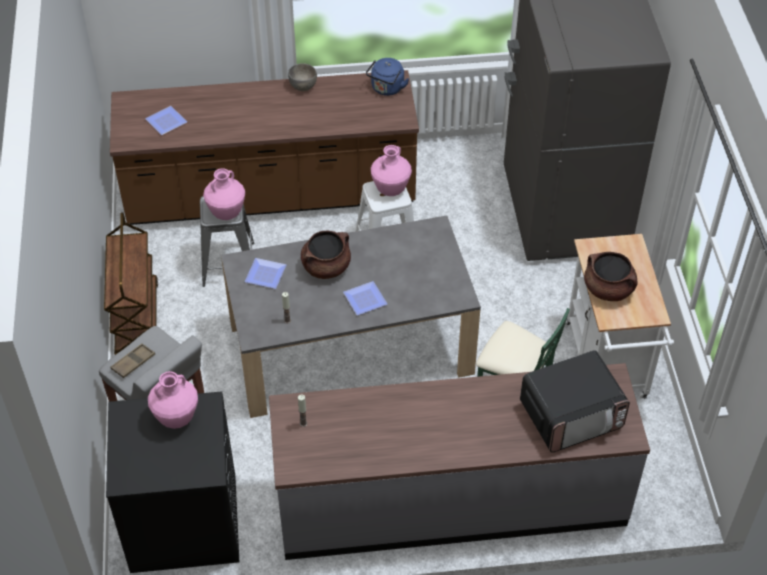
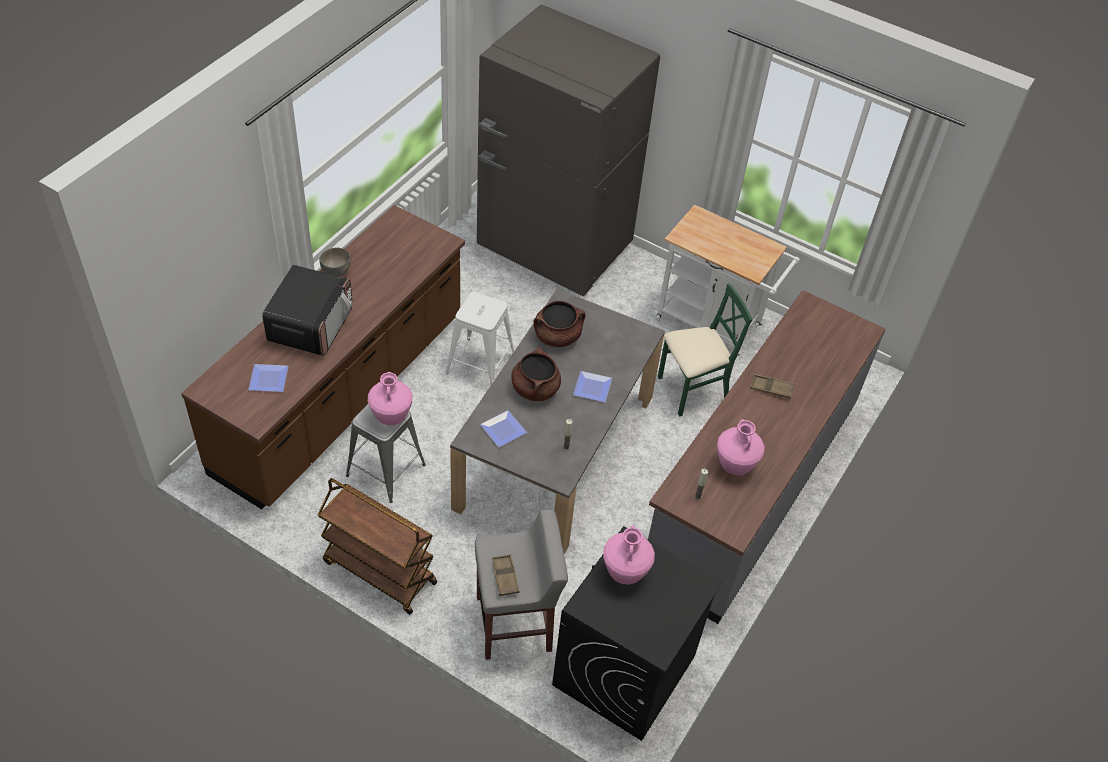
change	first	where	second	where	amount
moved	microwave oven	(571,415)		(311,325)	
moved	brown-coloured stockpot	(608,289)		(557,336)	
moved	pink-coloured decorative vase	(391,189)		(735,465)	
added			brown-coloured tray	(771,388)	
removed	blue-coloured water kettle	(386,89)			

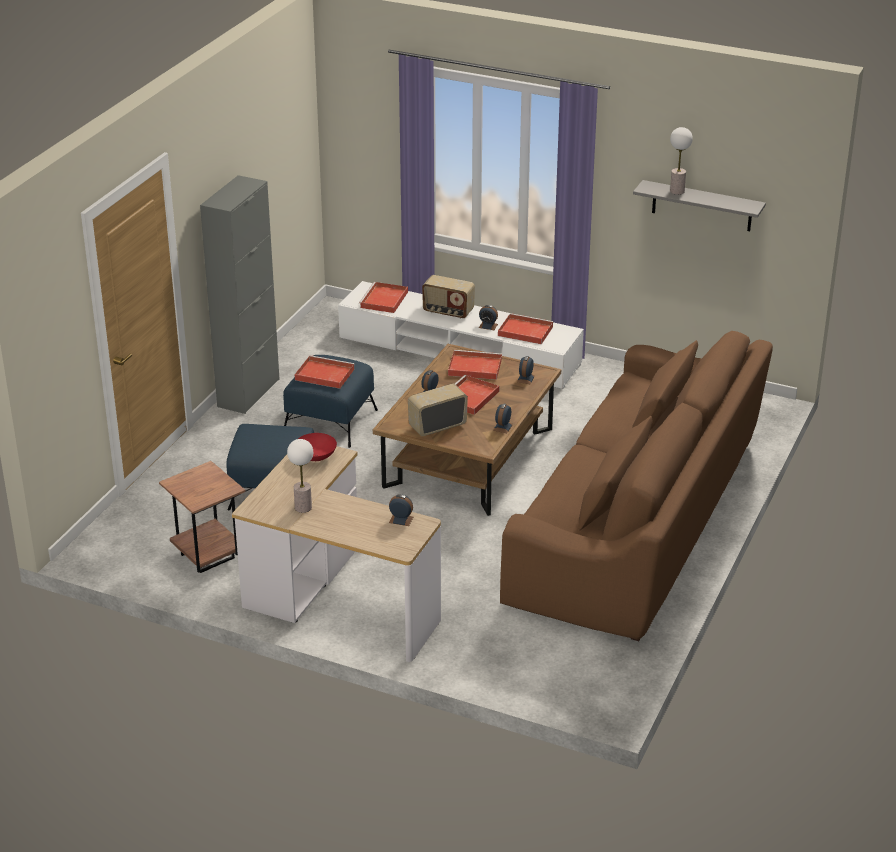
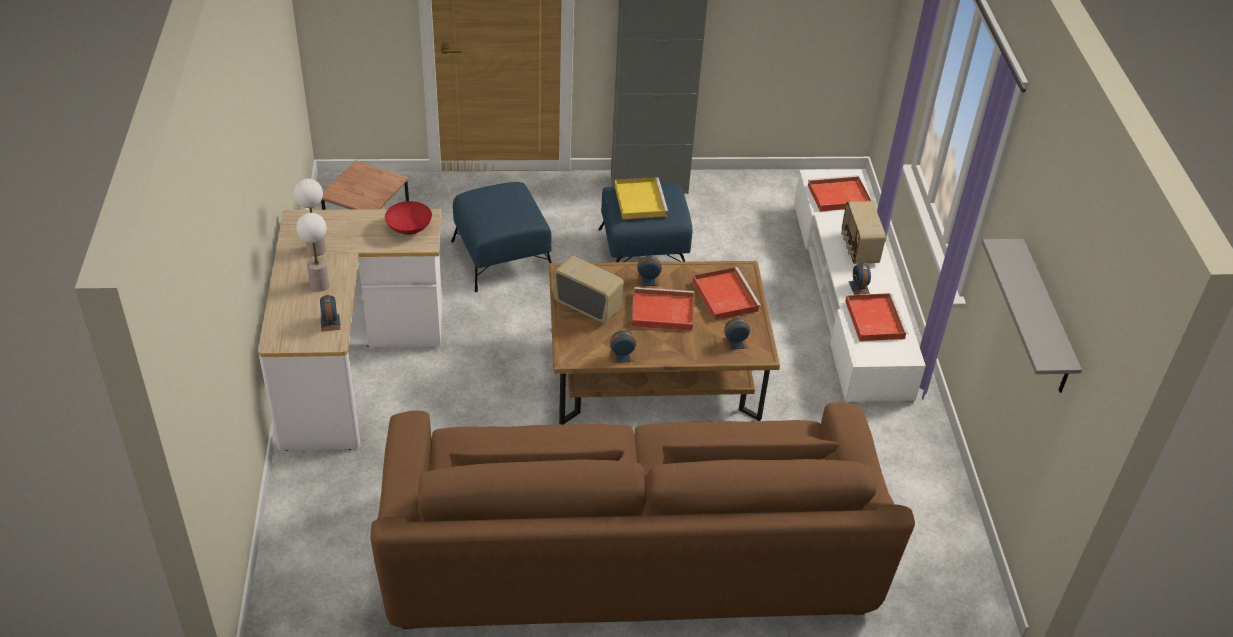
change	first	where	second	where	amount
moved	lamp for a table	(677,191)		(319,285)	
recoloured	red-coloured tray	(323,374)	yellowish tray	(639,200)	

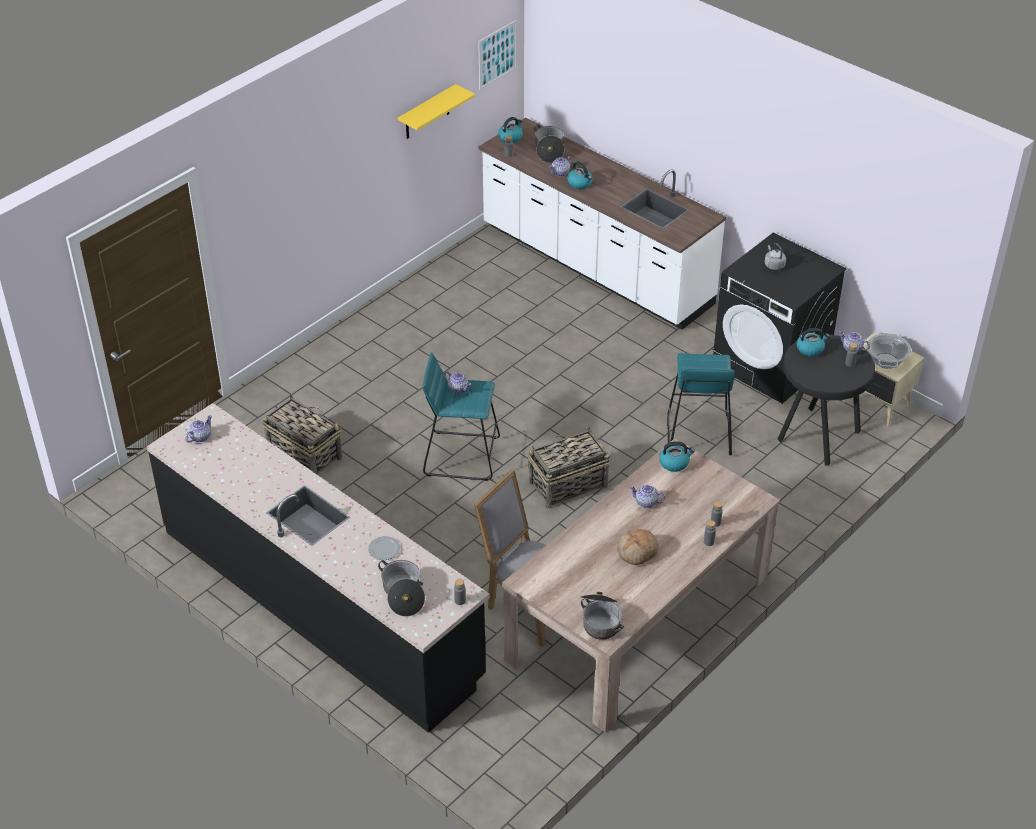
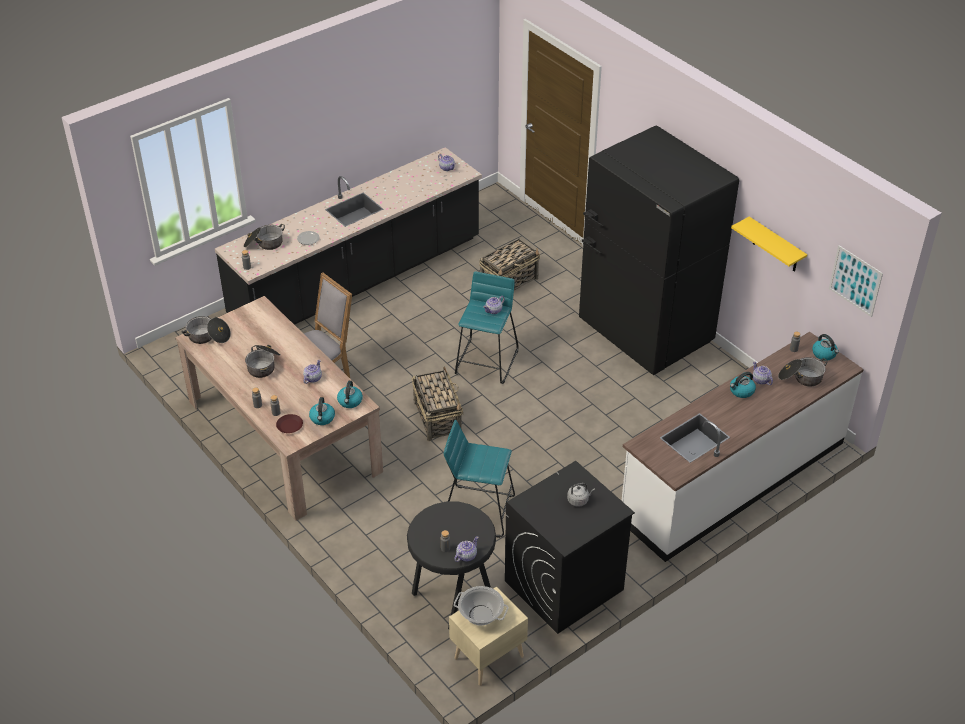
change	first	where	second	where	amount
replaced	bread	(637,552)	stockpot	(264,365)	
added			brown-coloured flat dish	(289,426)	
moved	water kettle	(810,349)		(322,418)	
added			black kitchen fridge	(645,332)	

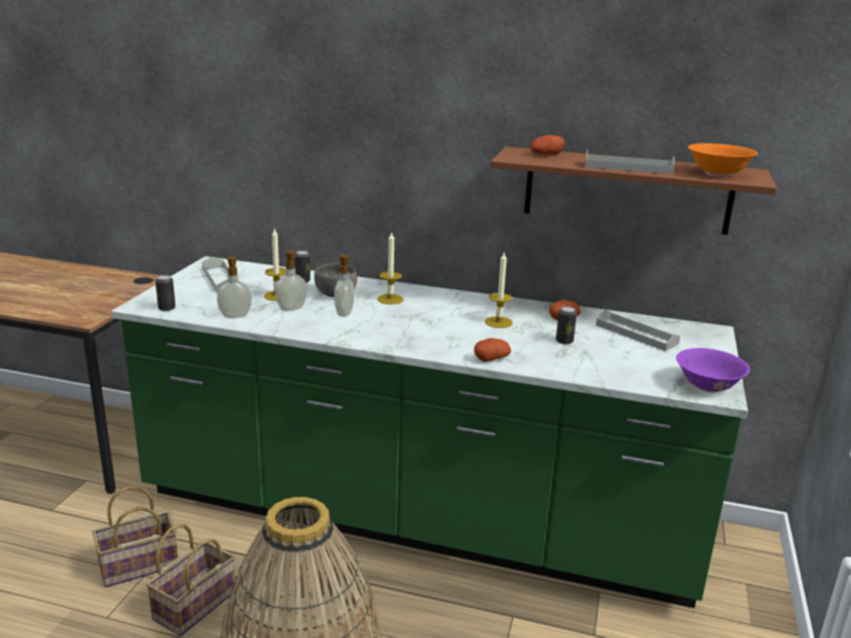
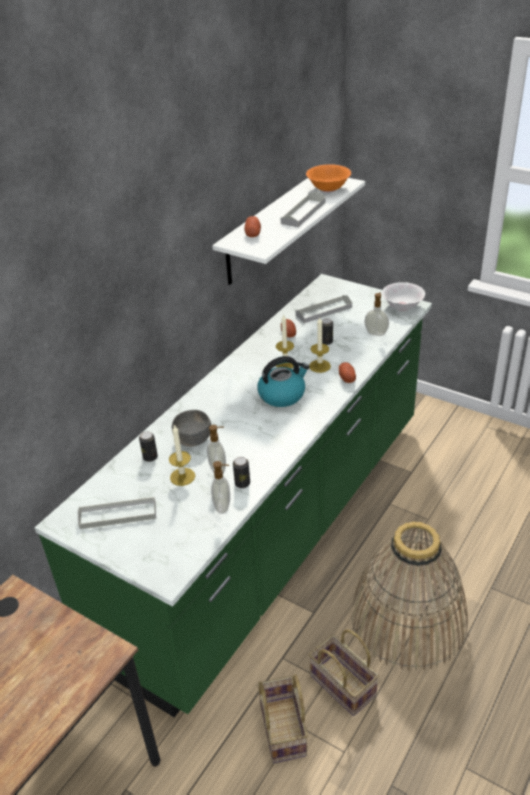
change	first	where	second	where	amount
recoloured	brown-coloured bracket shelf	(627,190)	whitish bracket shelf	(269,228)	
moved	metal can	(166,308)		(242,483)	
added			water kettle	(282,395)	
moved	wax candle	(390,299)		(320,366)	
moved	liquid soap bottle	(345,313)		(376,333)	
recoloured	purple-coloured serving bowl	(708,386)	whitish serving bowl	(402,306)	

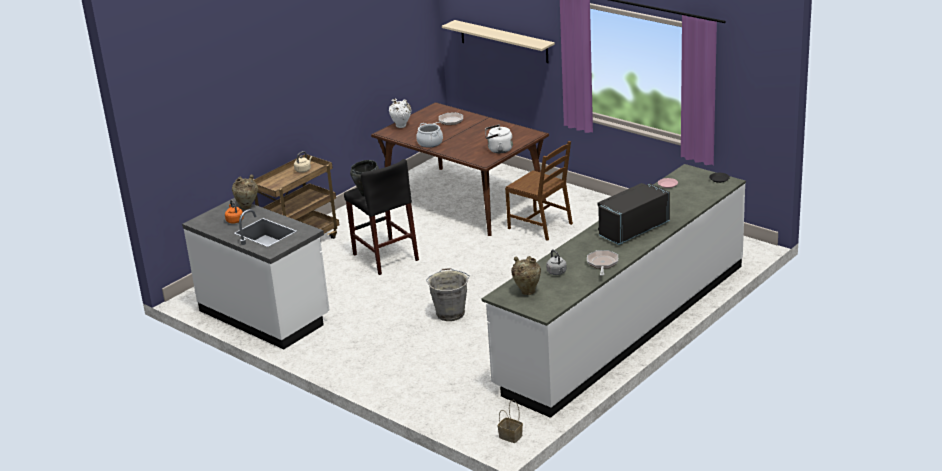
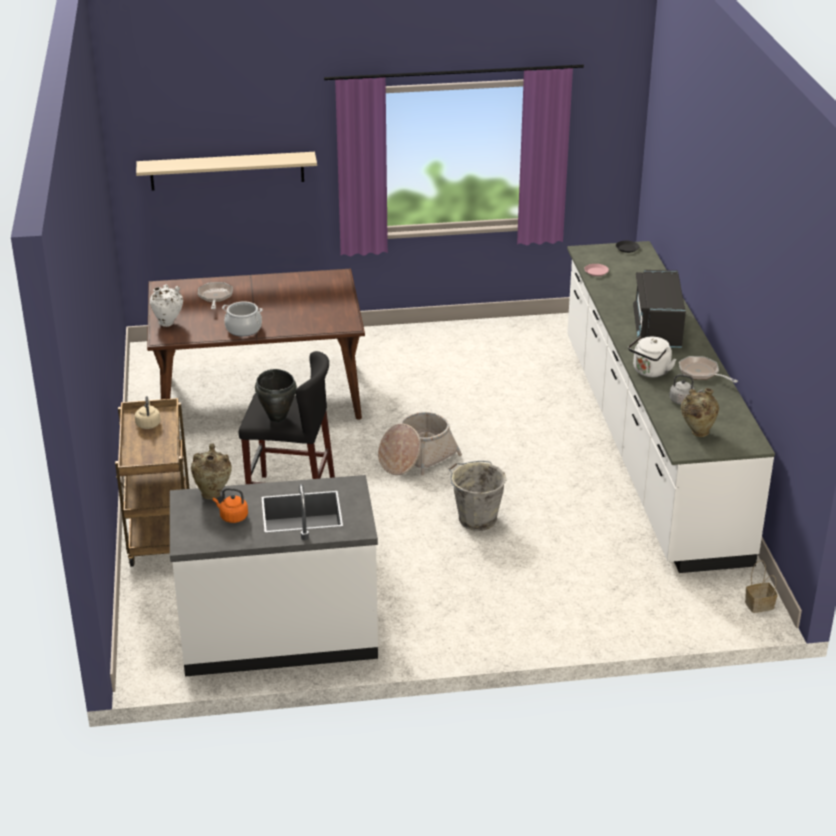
change	first	where	second	where	amount
added			basket	(416,458)	
moved	whitish water kettle	(498,150)		(650,372)	
removed	brown-coloured chair	(541,226)			

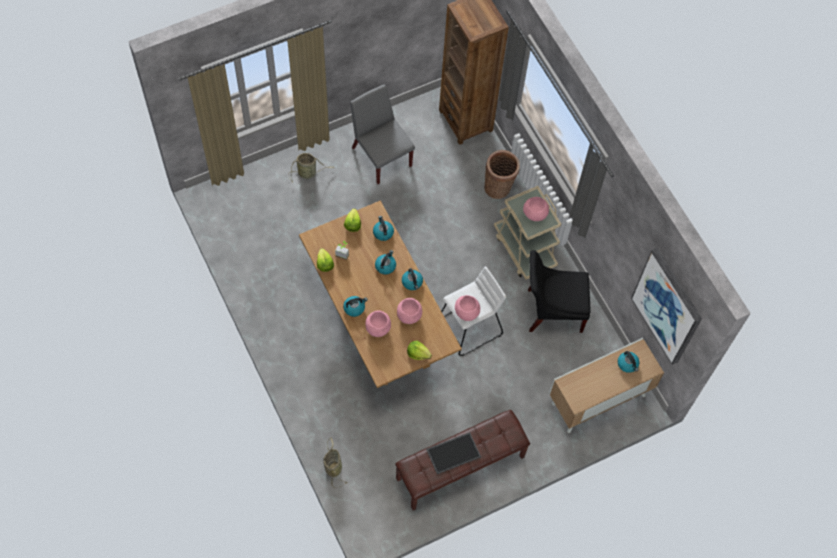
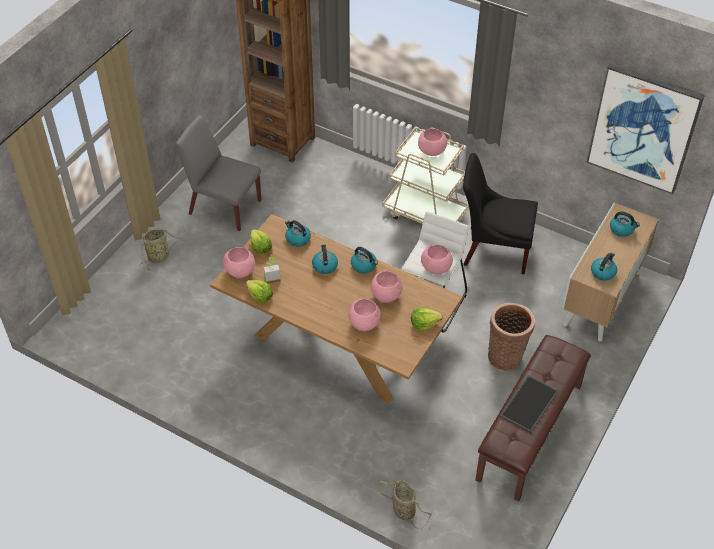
change	first	where	second	where	amount
added			pink-coloured serving bowl	(240,271)	
turned	black chair	(551,310)		(493,249)	45 degrees clockwise
moved	basket	(499,187)		(506,355)	
moved	water kettle	(354,308)		(603,272)	

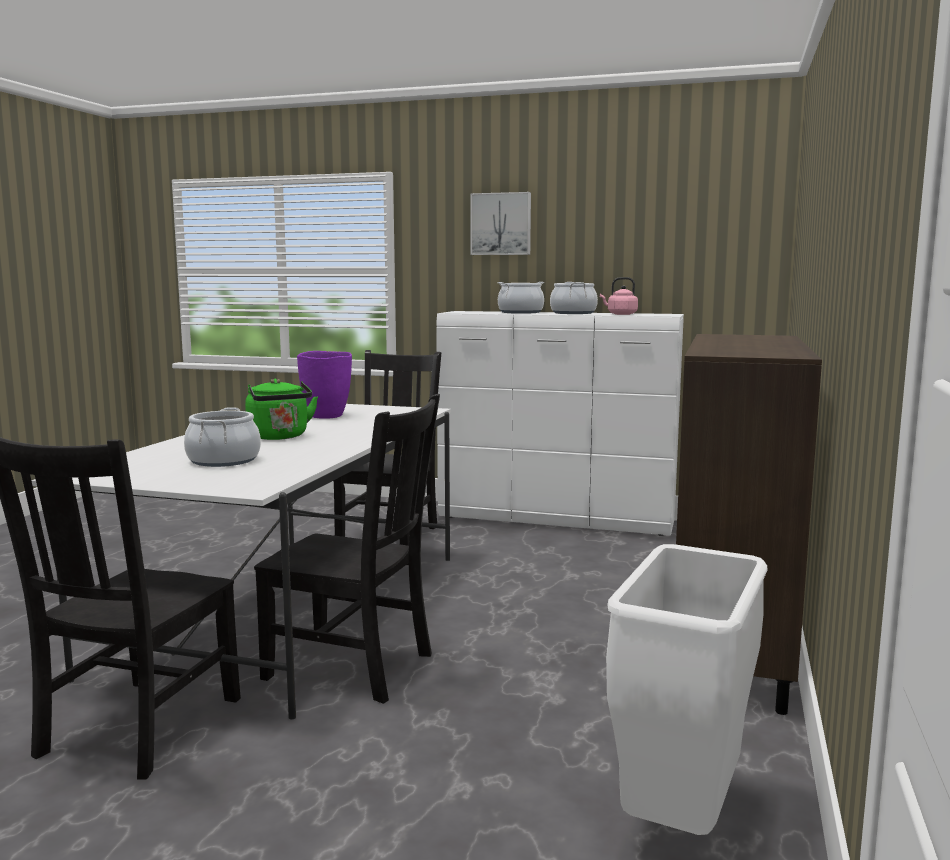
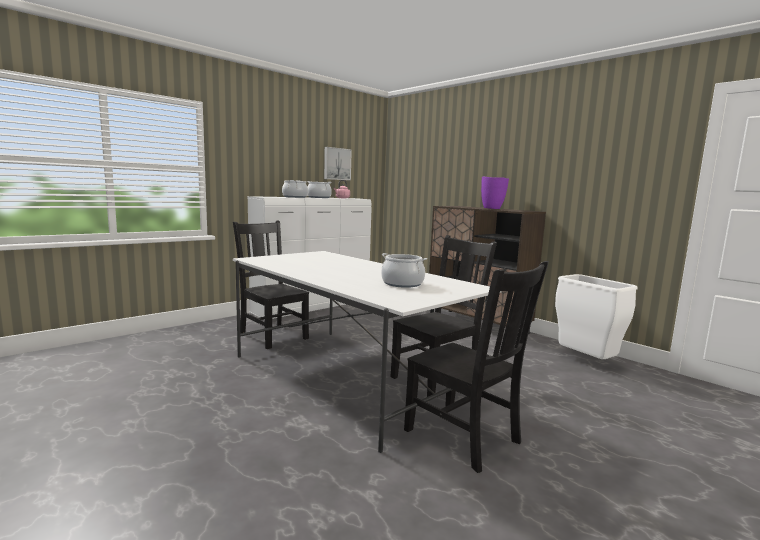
change	first	where	second	where	amount
moved	wall picture	(501,224)		(336,164)	
moved	purple-coloured decorative vase	(326,416)		(492,208)	
removed	green water kettle	(279,437)			

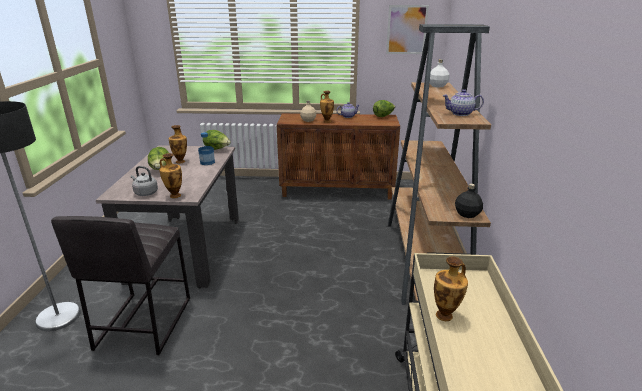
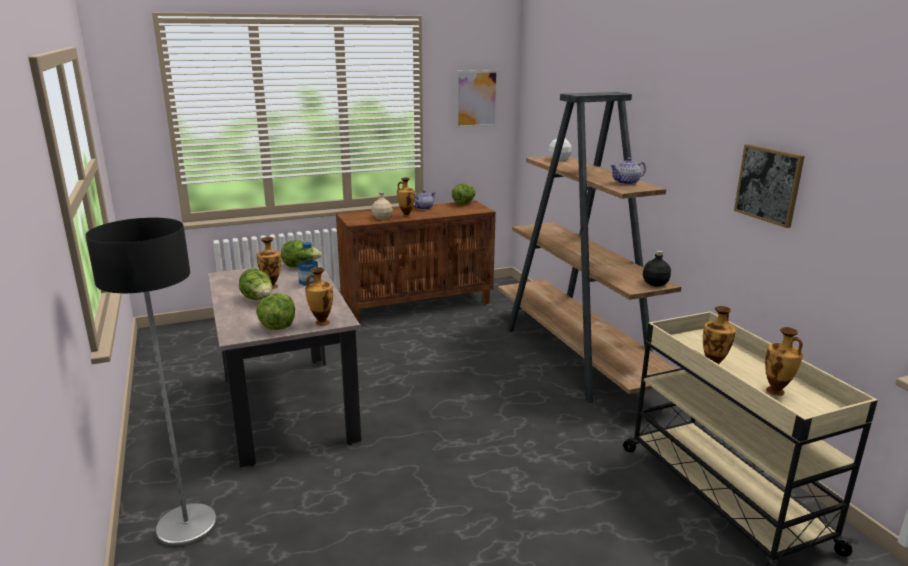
change	first	where	second	where	amount
replaced	grey water kettle	(145,193)	head of lettuce	(277,327)	
added			wall picture	(769,184)	
added			decorative vase	(776,392)	
removed	grey stool seat	(143,323)			

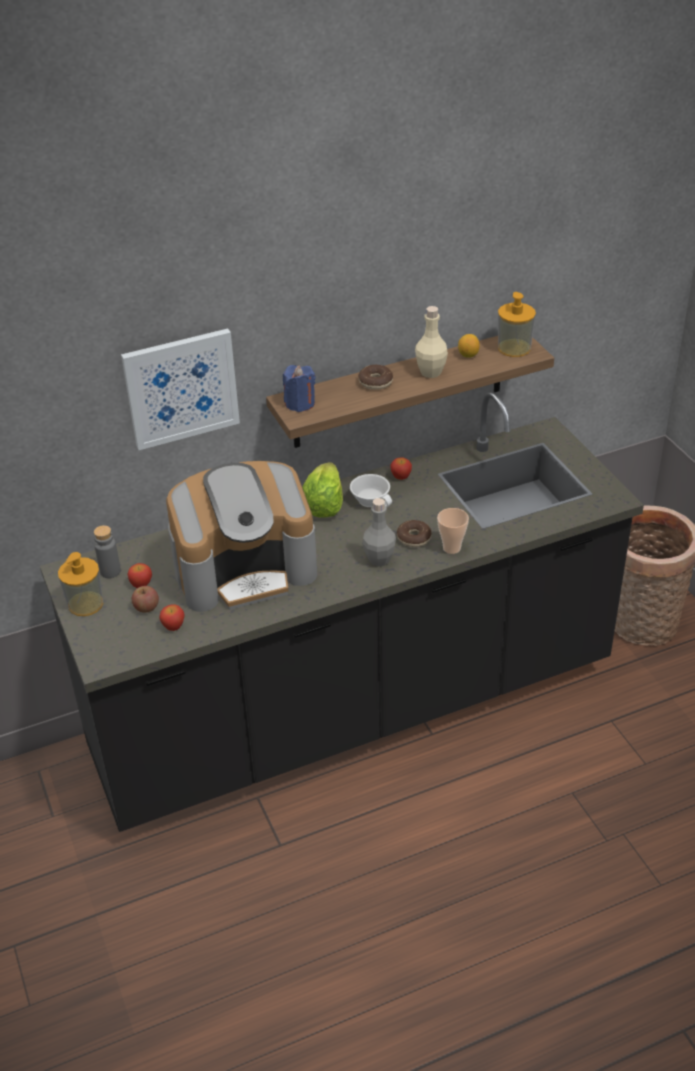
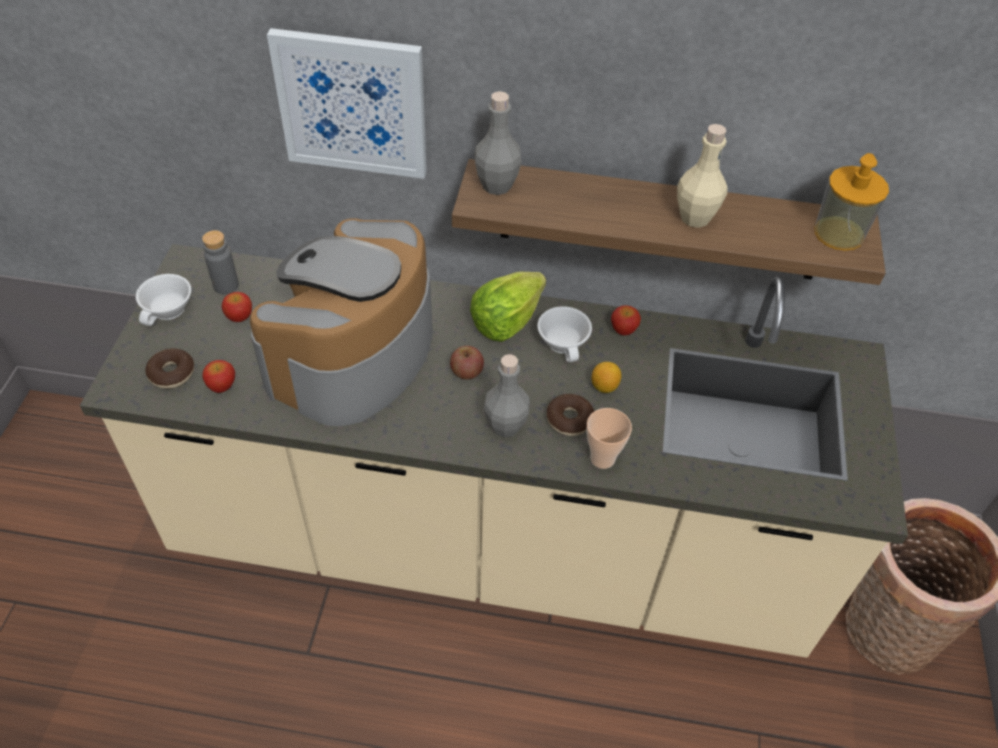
change	first	where	second	where	amount
recoloured	black counter	(353,710)	sand-coloured counter	(491,546)	
replaced	liquid soap bottle	(85,604)	whitish small cup	(169,310)	
moved	donut	(375,382)		(172,373)	
turned	coffee machine	(245,569)		(354,356)	105 degrees clockwise
moved	apple	(146,607)		(466,372)	
replaced	blue-coloured wax candle	(300,403)	grey beverage bottle	(497,185)	
moved	citrus fruit	(468,355)		(604,386)	

